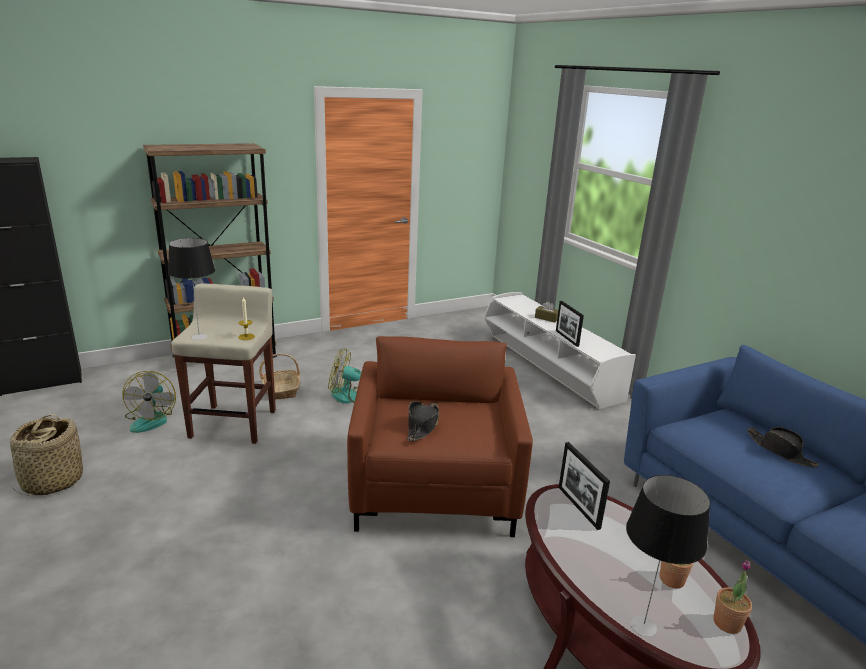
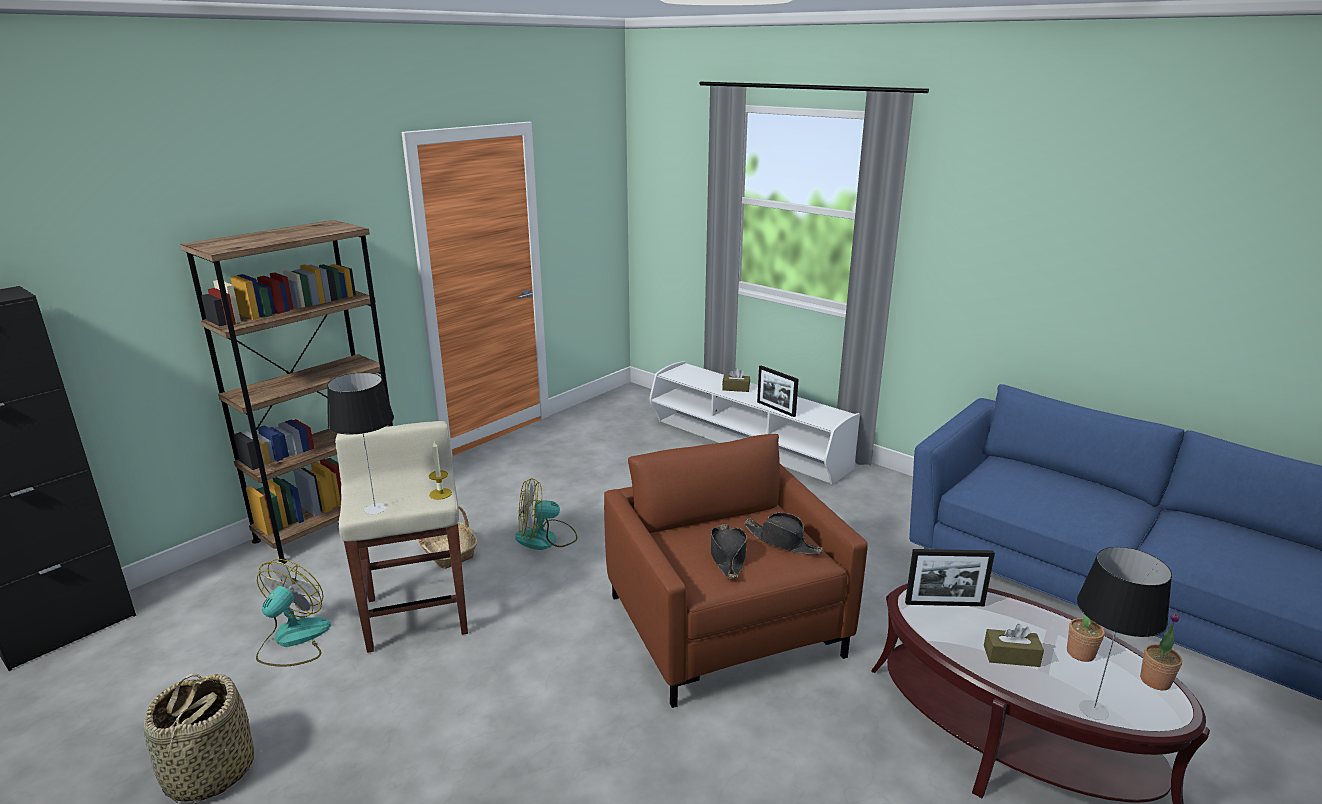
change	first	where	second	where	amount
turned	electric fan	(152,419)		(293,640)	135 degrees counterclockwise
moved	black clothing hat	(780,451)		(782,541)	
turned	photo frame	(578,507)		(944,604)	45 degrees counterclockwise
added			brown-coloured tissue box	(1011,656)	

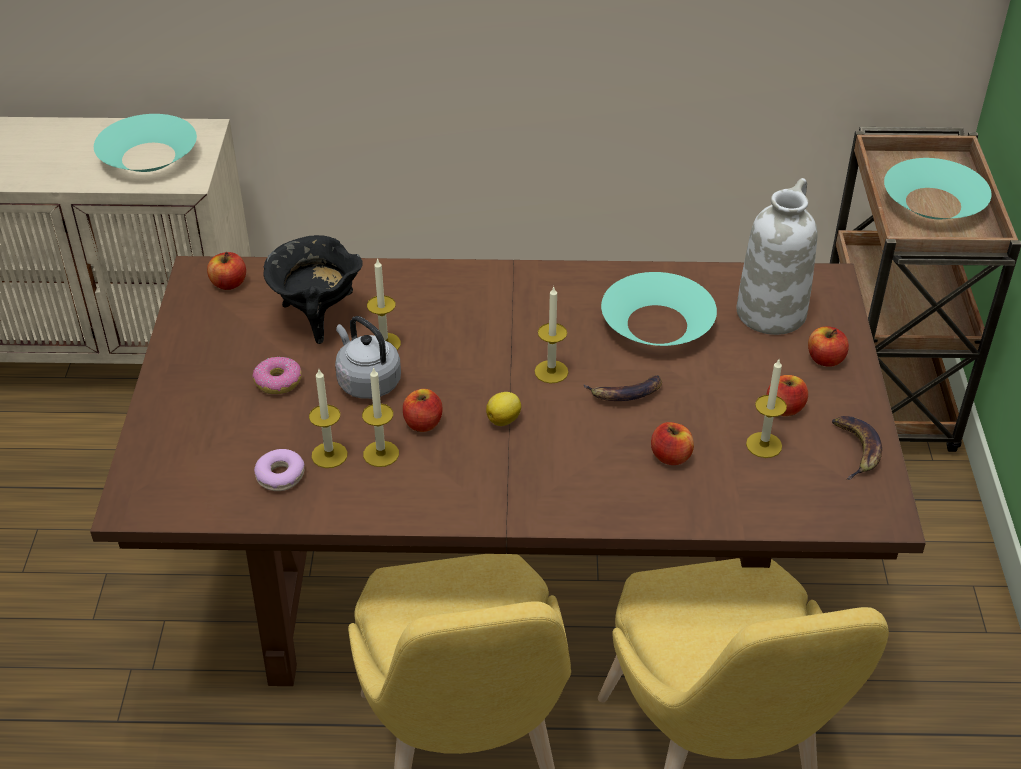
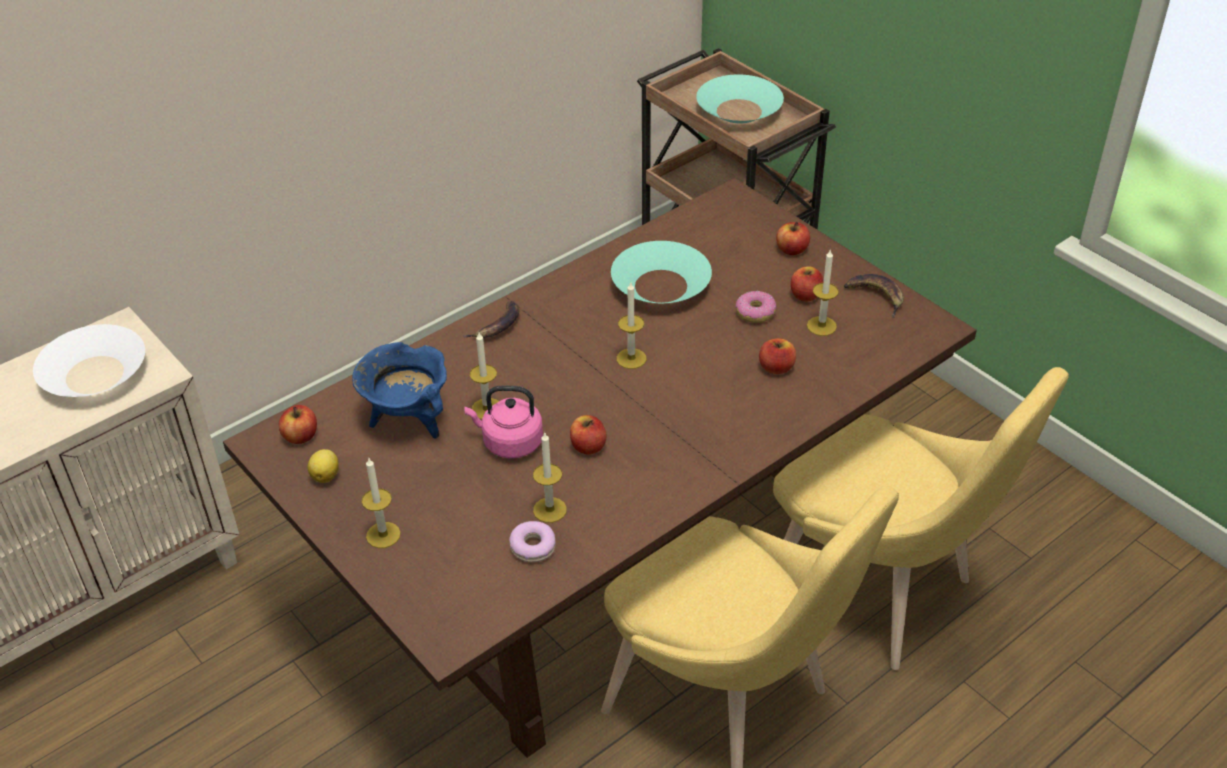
change	first	where	second	where	amount
recoloured	turquoise serving bowl	(149,156)	whitish serving bowl	(95,374)	
moved	citrus fruit	(504,419)		(326,475)	
recoloured	black stockpot	(317,317)	blue-coloured stockpot	(408,419)	
moved	wax candle	(381,454)		(383,535)	
moved	banana	(625,394)		(497,326)	
recoloured	grey water kettle	(367,381)	pink-coloured water kettle	(509,443)	
moved	donut	(278,382)		(755,312)	
removed	whitish decorative vase	(771,312)			

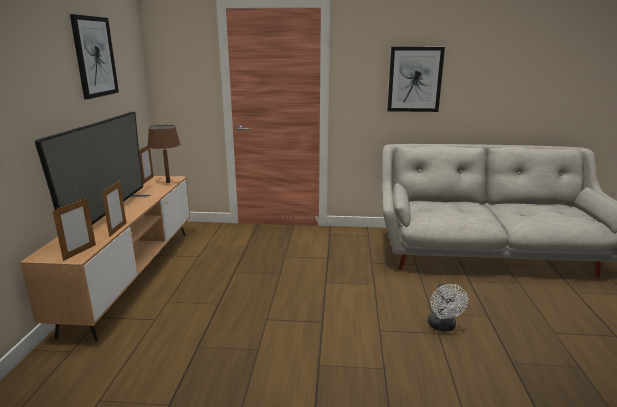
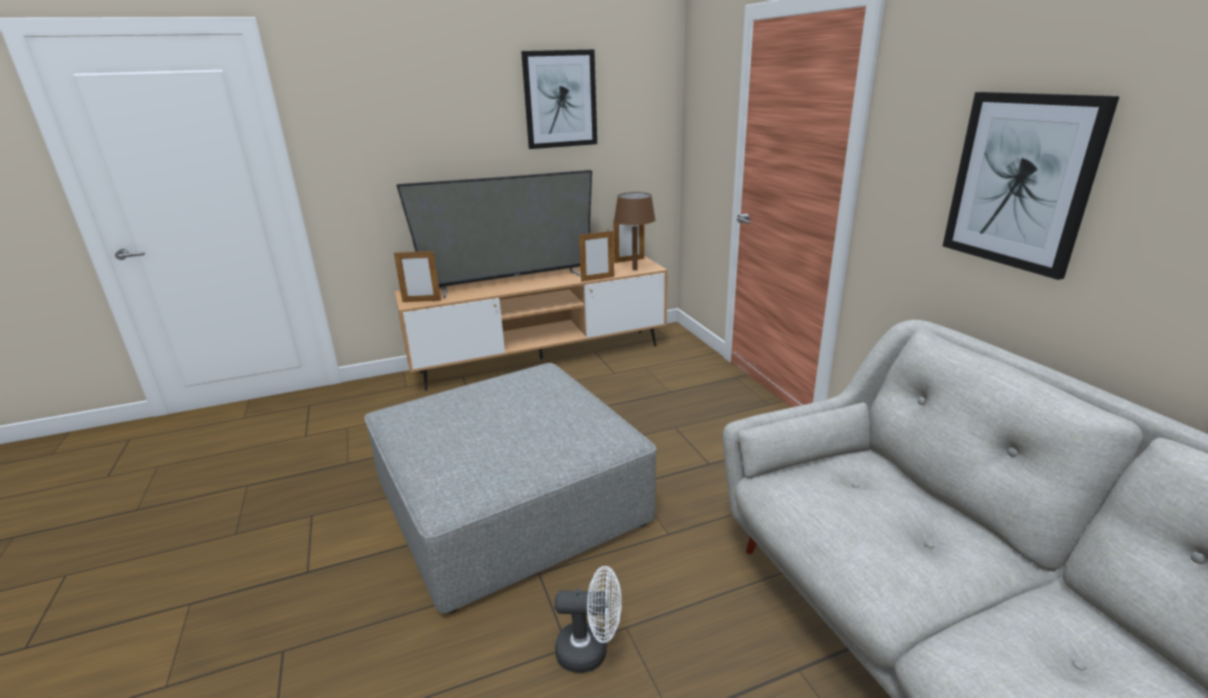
change	first	where	second	where	amount
added			grey pouffe	(512,502)	
turned	whitish electric fan	(443,327)		(590,651)	150 degrees counterclockwise
moved	photo frame	(118,229)		(597,279)	

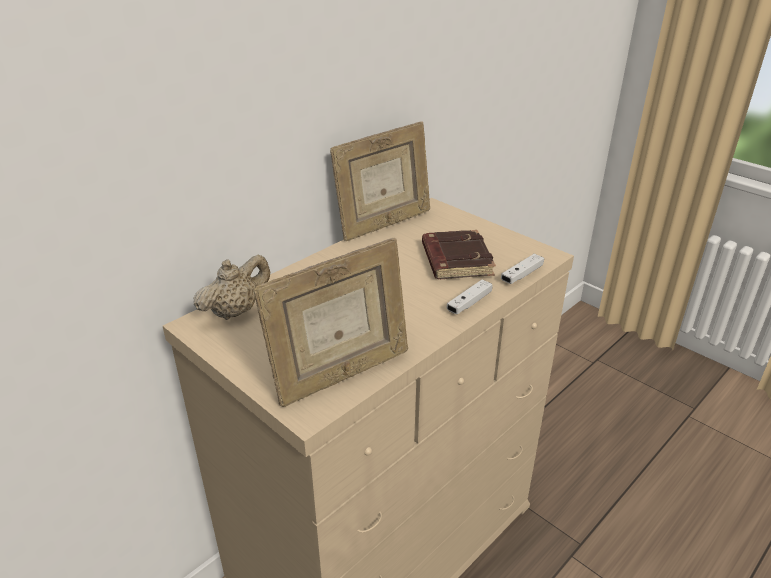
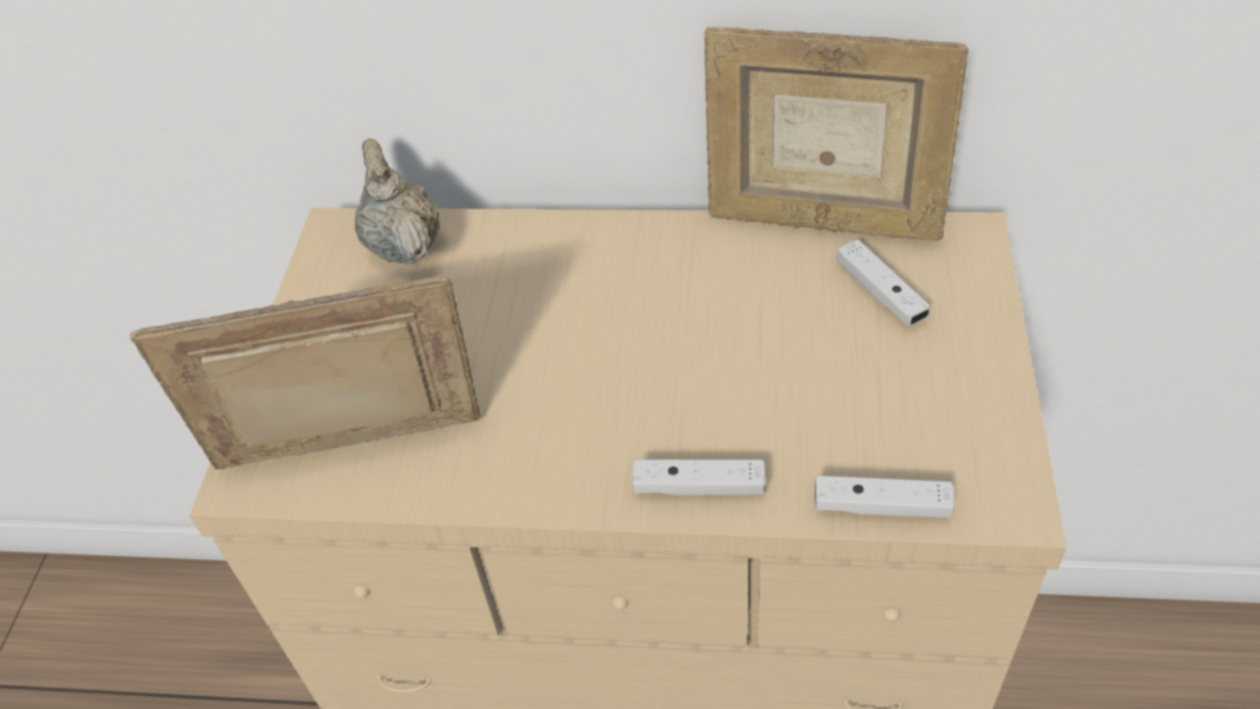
change	first	where	second	where	amount
turned	photo frame	(341,375)		(355,456)	150 degrees clockwise
turned	sand-coloured pot for tea	(236,311)		(403,245)	120 degrees counterclockwise
added			whitish joypad	(880,293)	
removed	brown-coloured bound book	(455,260)			

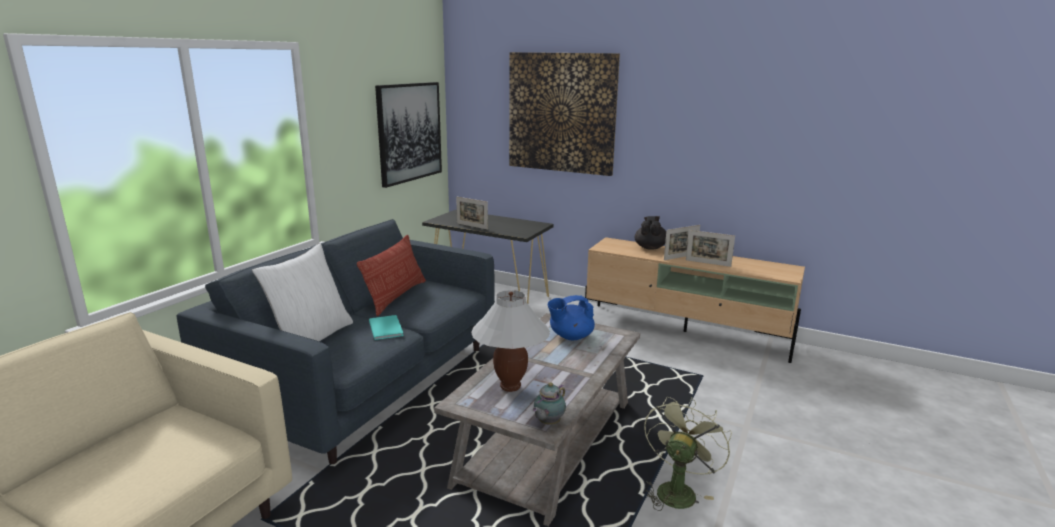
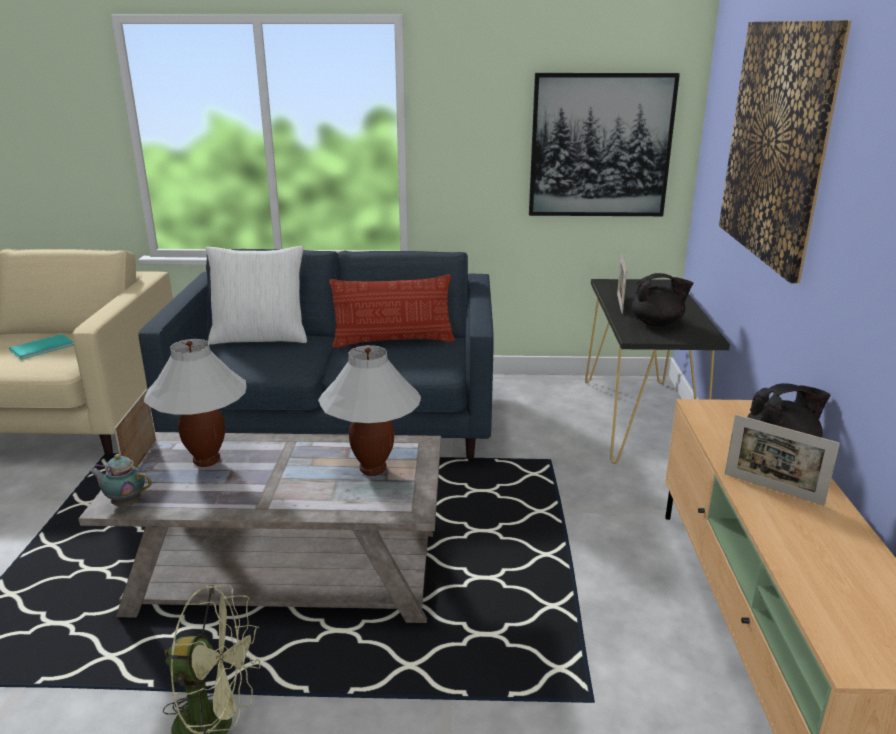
change	first	where	second	where	amount
moved	turquoise bound book	(387,327)		(44,348)	
moved	photo frame	(708,263)		(141,460)	
replaced	blue-coloured pot for tea	(570,336)	whitish lamp for a table	(373,469)	
added			black pot for tea	(657,323)	

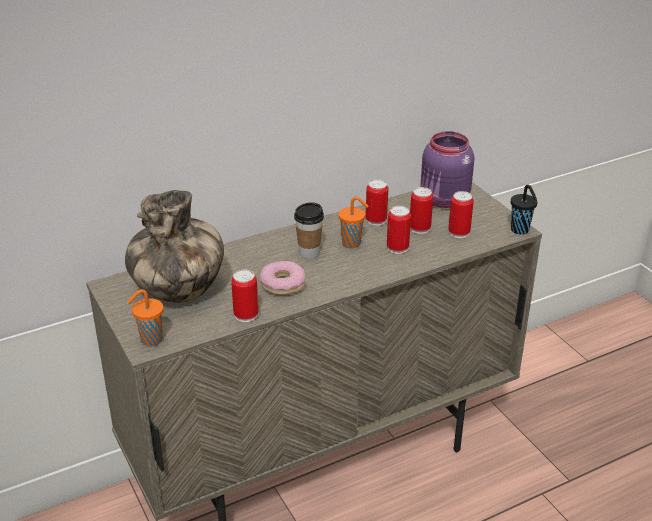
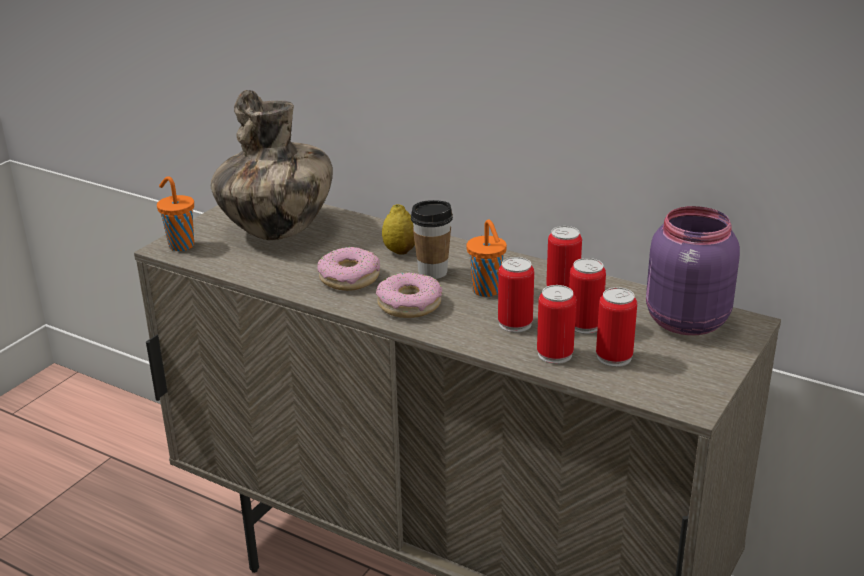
change	first	where	second	where	amount
added			donut	(409,304)	
added			citrus fruit	(400,251)	
moved	metal can	(246,315)		(555,354)	
removed	black small cup	(520,230)			

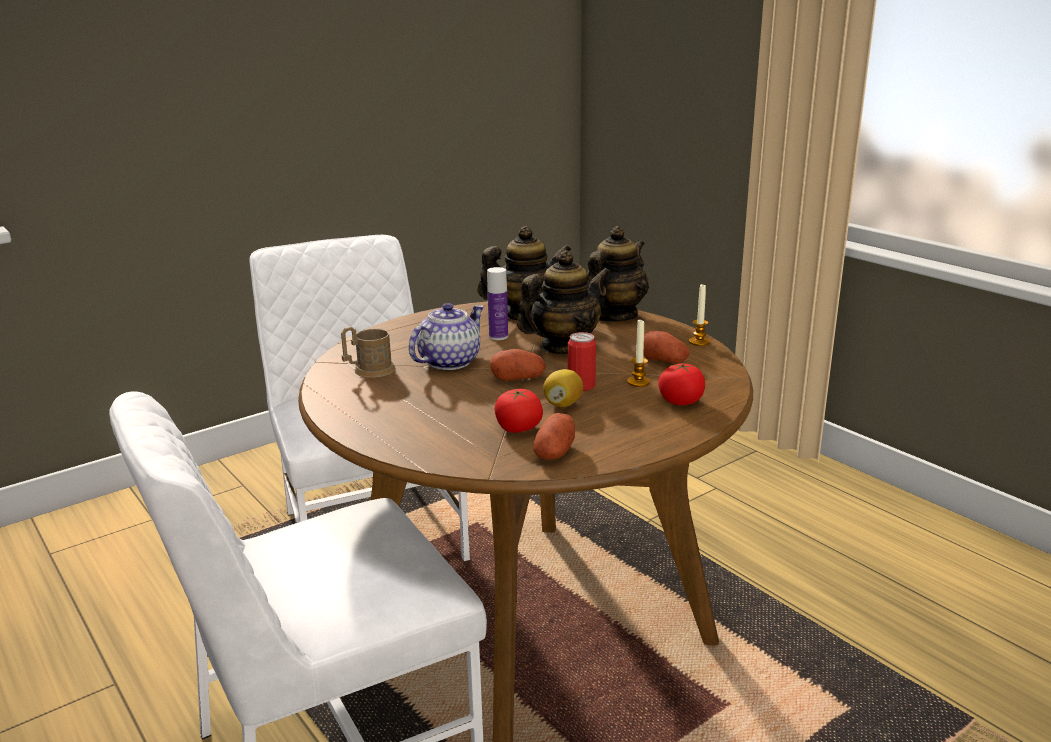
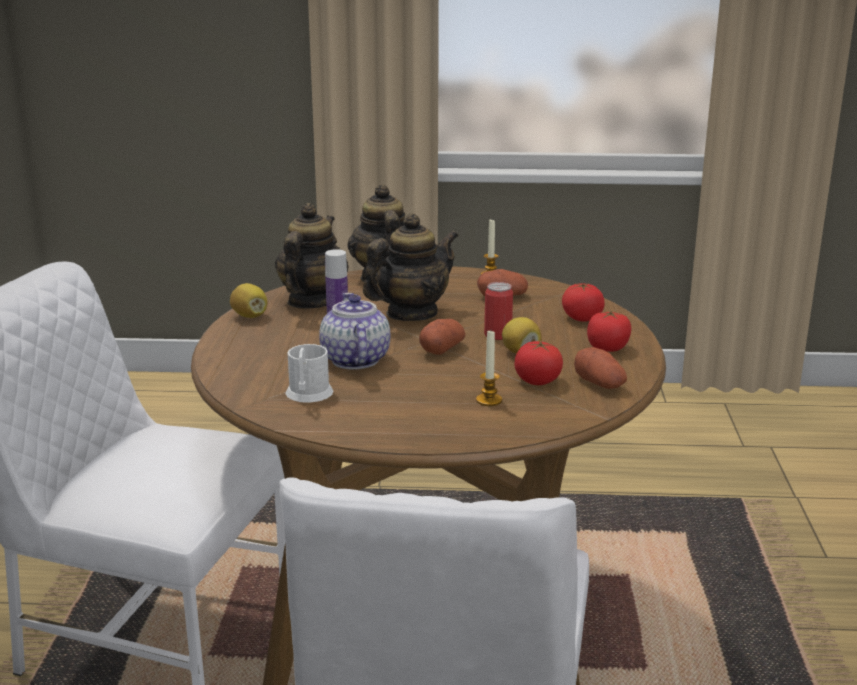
change	first	where	second	where	amount
added			citrus fruit	(250,316)	
recoloured	brown-coloured tea mug	(369,371)	whitish tea mug	(308,395)	
turned	pot for tea	(564,347)		(411,314)	45 degrees clockwise
moved	wax candle	(638,382)		(489,400)	
added			fresh tomato	(607,348)	

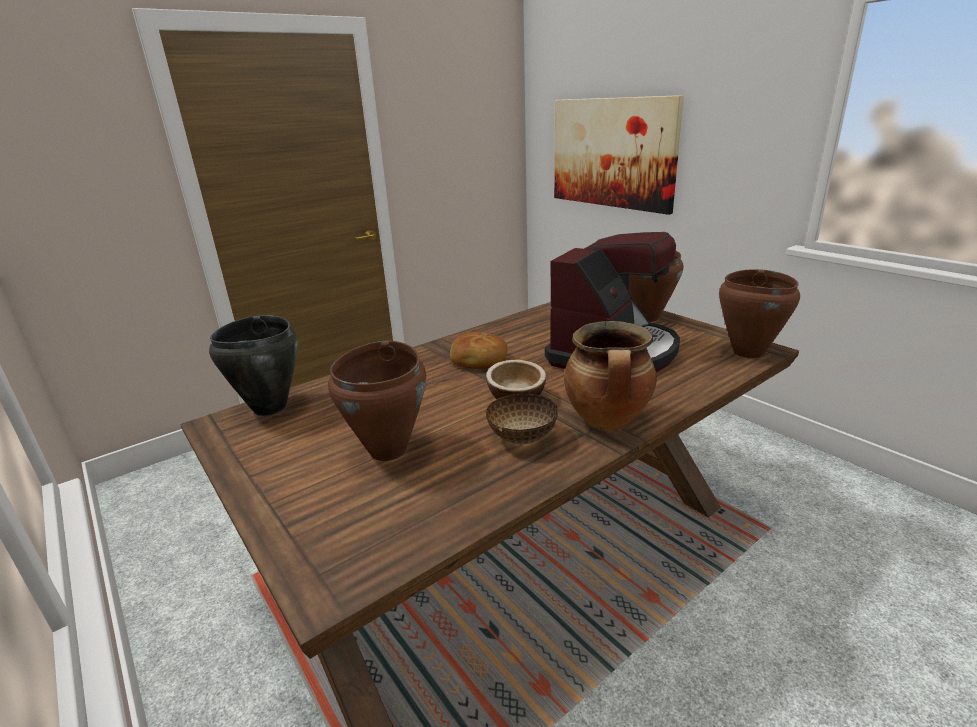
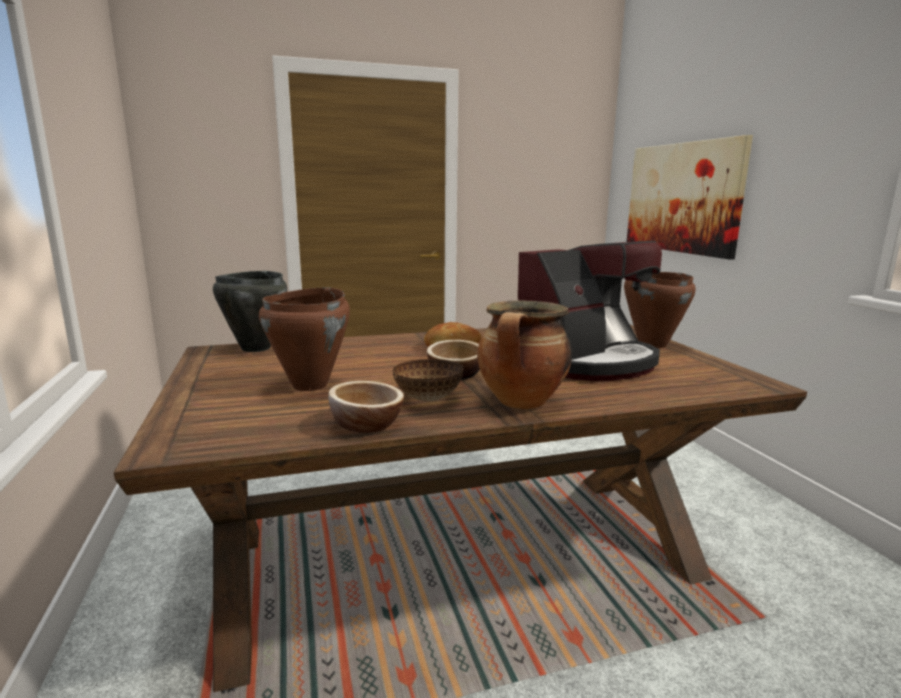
change	first	where	second	where	amount
added			serving bowl	(366,424)	
removed	brown-coloured stockpot	(747,352)			

